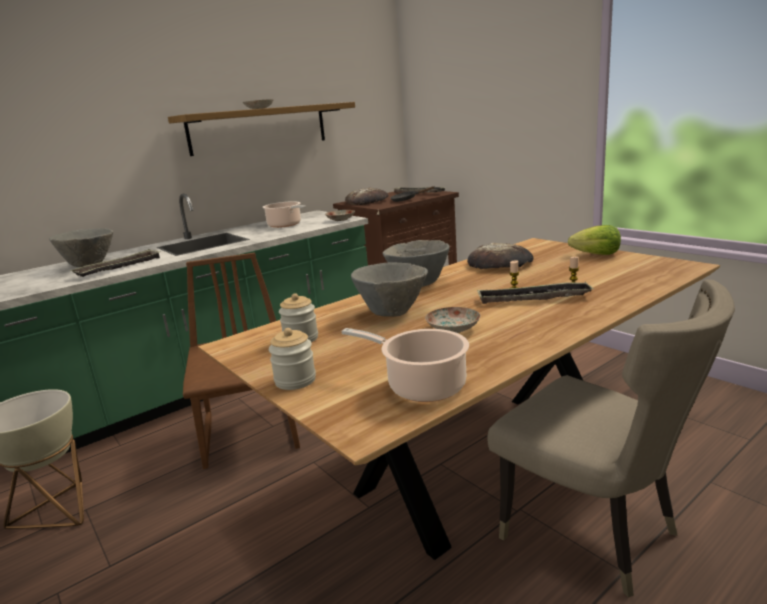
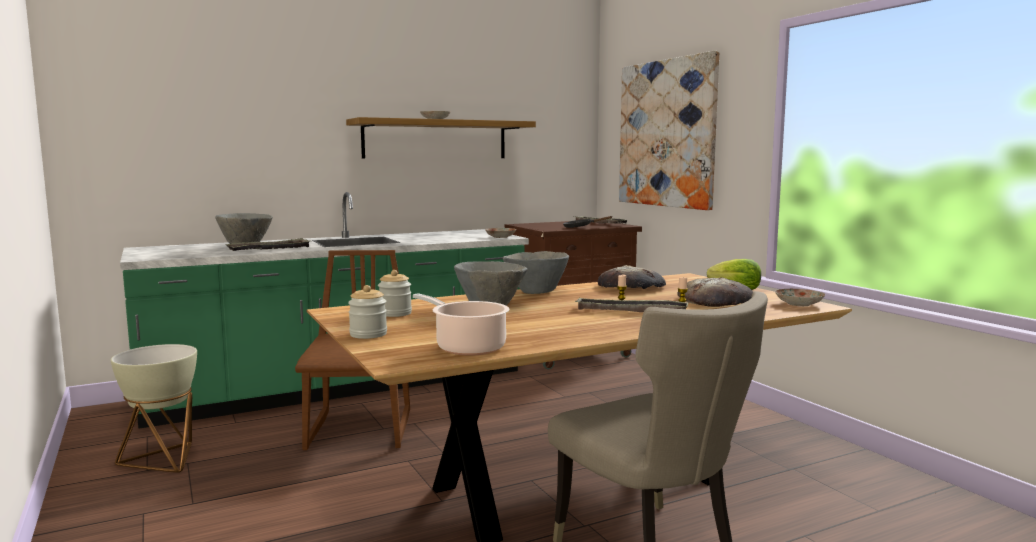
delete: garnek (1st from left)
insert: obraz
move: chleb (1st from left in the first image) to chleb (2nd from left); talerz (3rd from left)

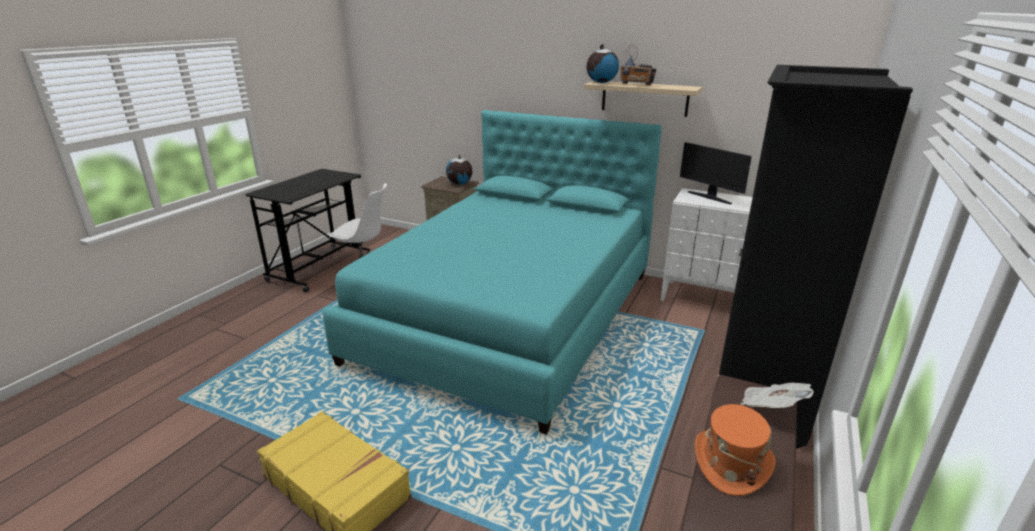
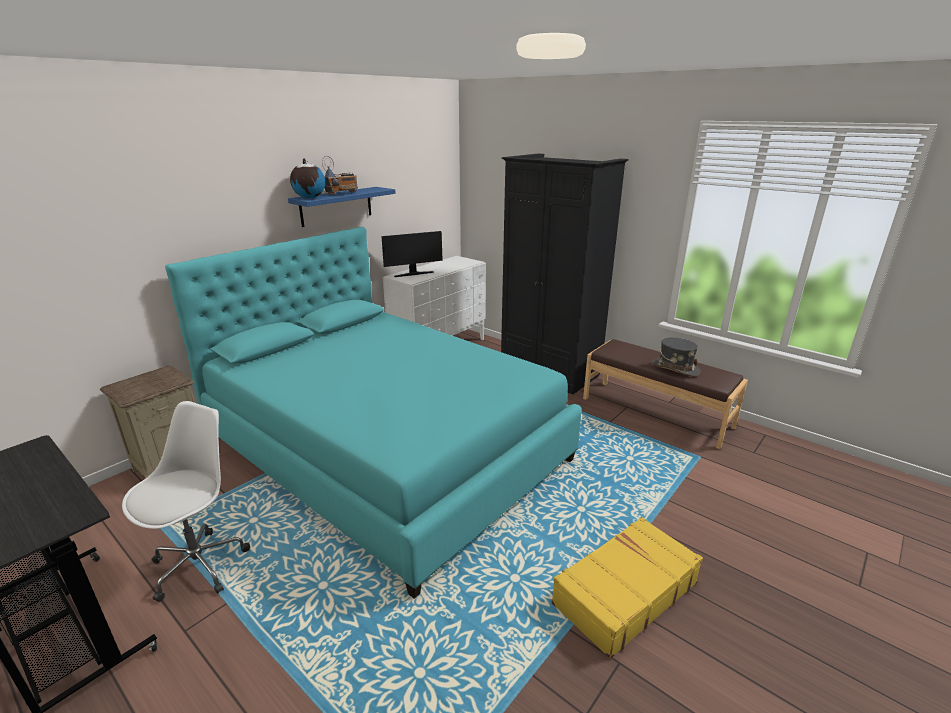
delete: globus (1st from left); gazeta
recolor: półka [beżowy] to półka [niebieski]; kapelusz [pomarańczowy] to kapelusz [szary]

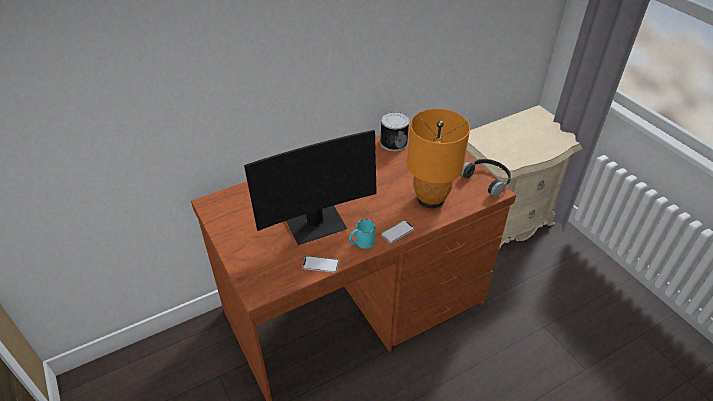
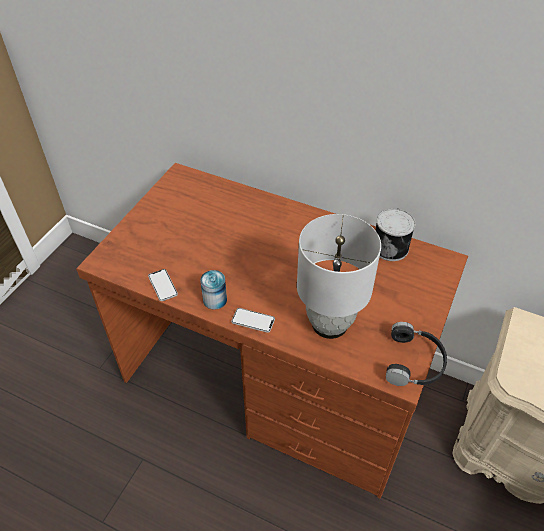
delete: monitor
replace: kubek [turkusowy] to puszka (1st from left)
recolor: lampa stołowa [pomarańczowy] to lampa stołowa [biały]

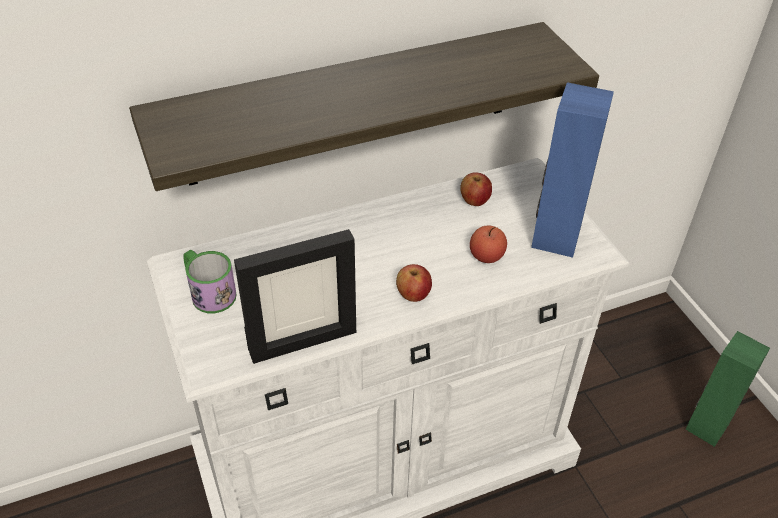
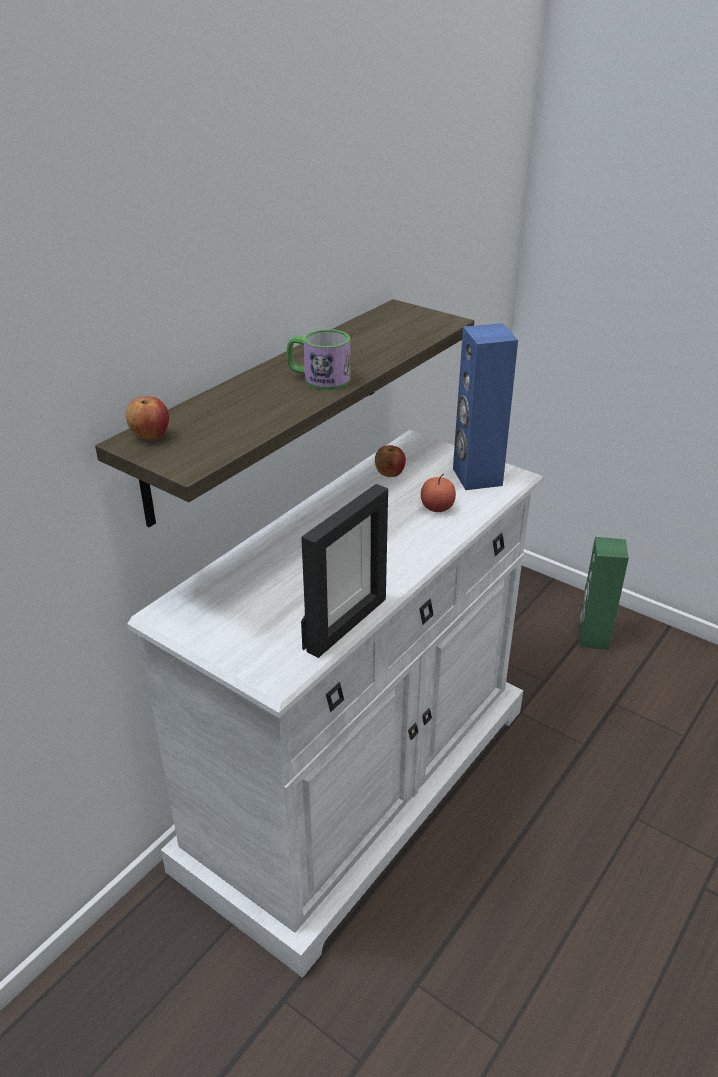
move: kubek; jabłko (1st from left)

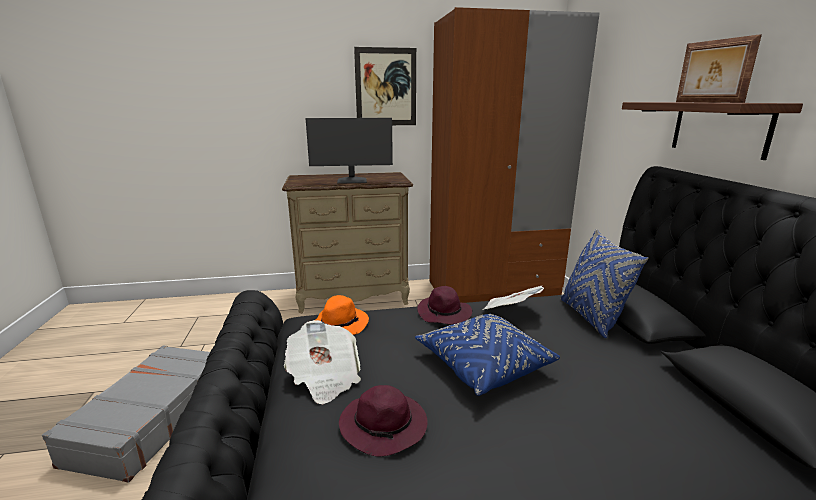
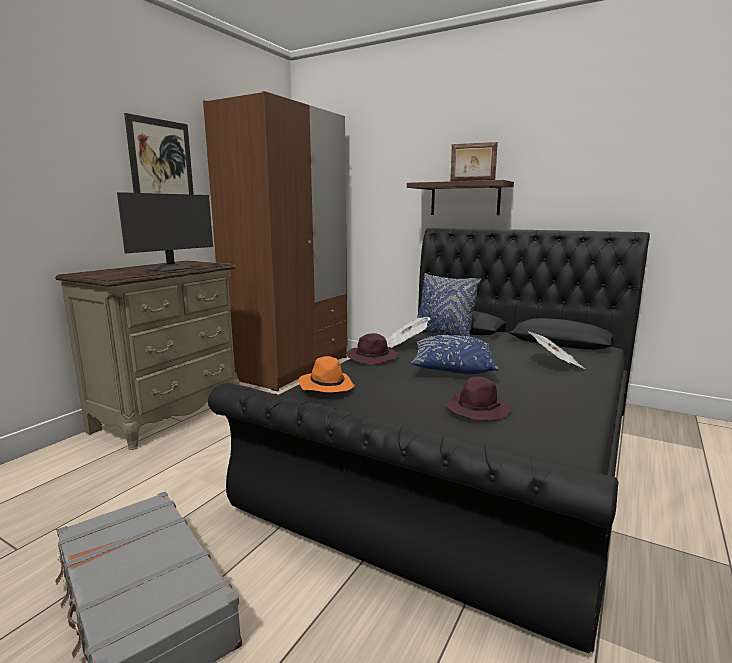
move: gazeta (1st from left in the first image) to gazeta (2nd from left)

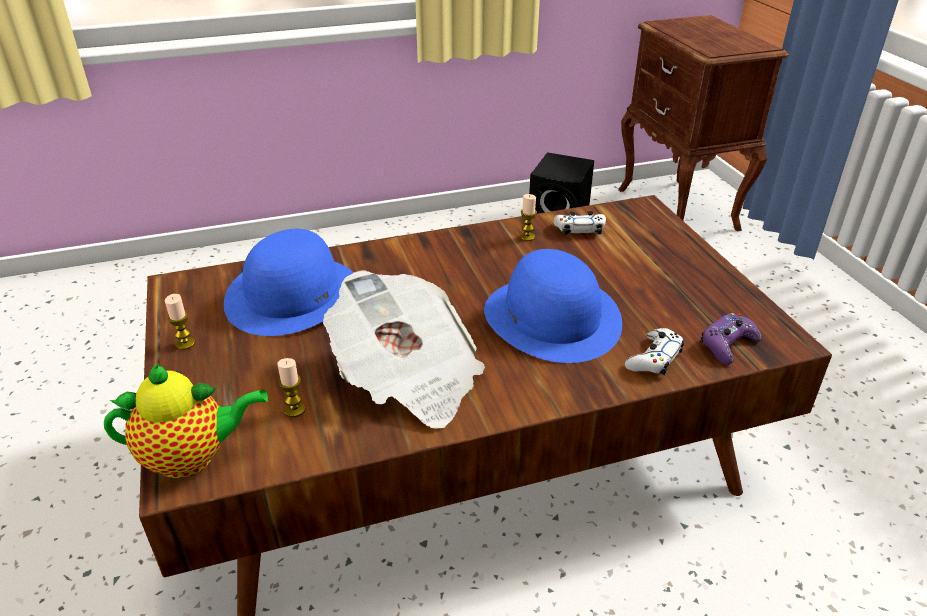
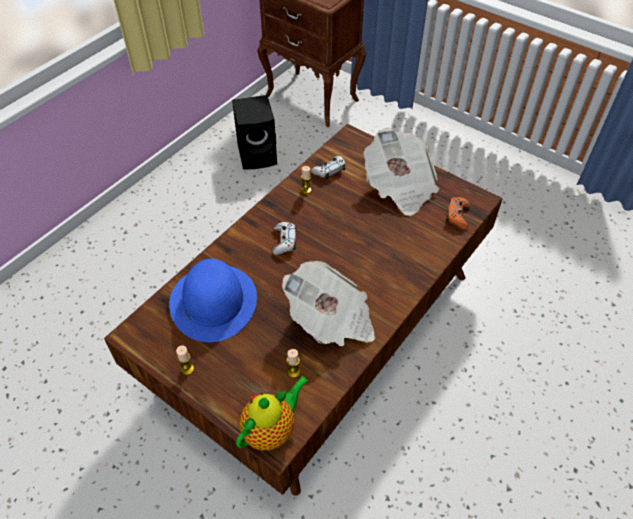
delete: kapelusz [niebieski] (2nd from left)
insert: gazeta (2nd from left)
move: pad do gier [biały] (2nd from left in the first image) to pad do gier [biały] (1st from left)
recolor: pad do gier [fioletowy] to pad do gier [pomarańczowy]

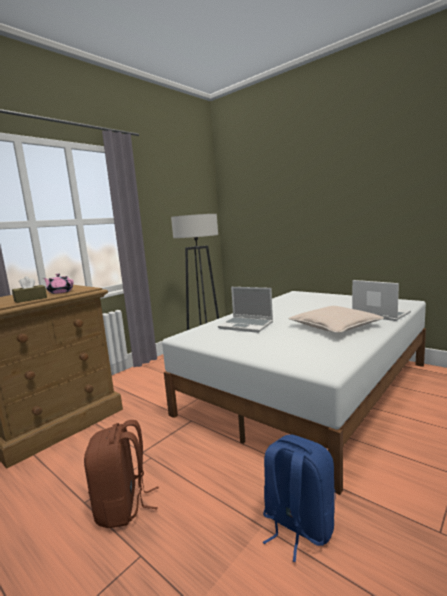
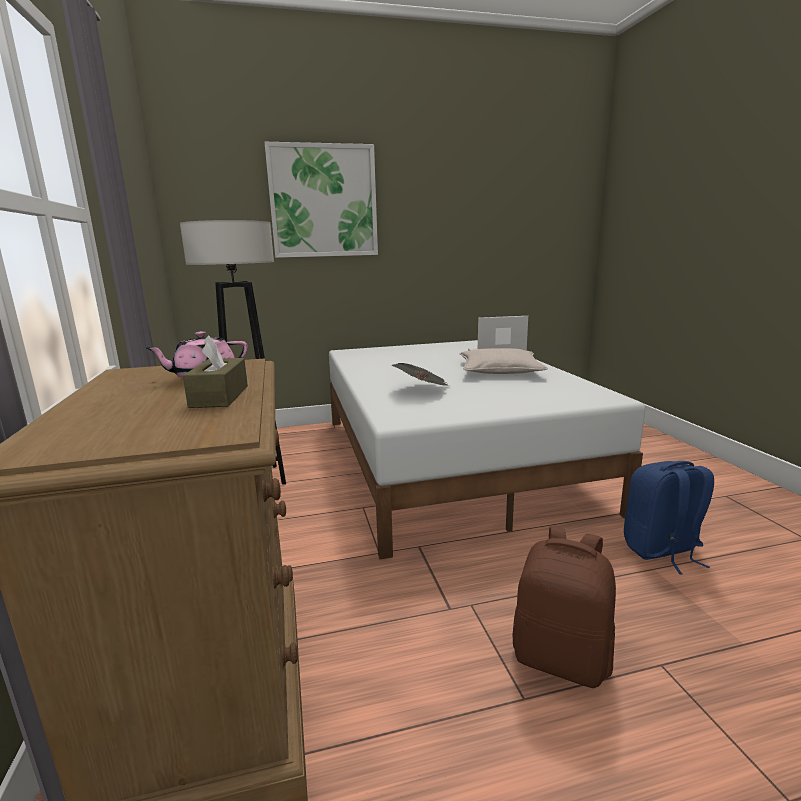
insert: obraz
replace: laptop (1st from left) to gazeta

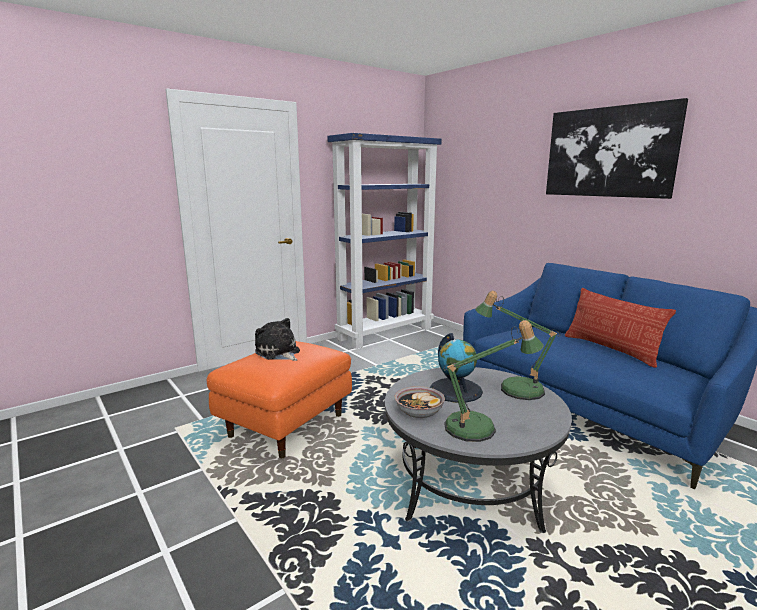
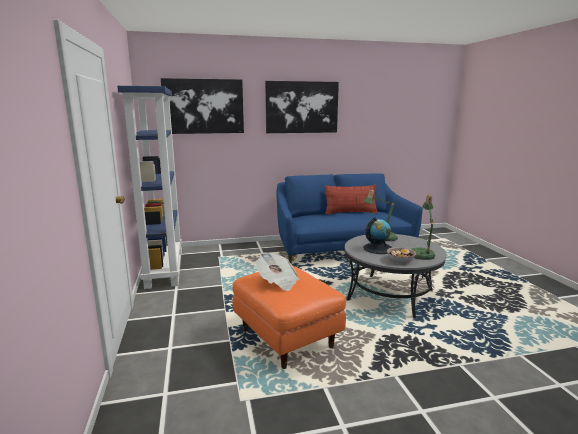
insert: obraz (1st from left)
replace: pluszak to gazeta

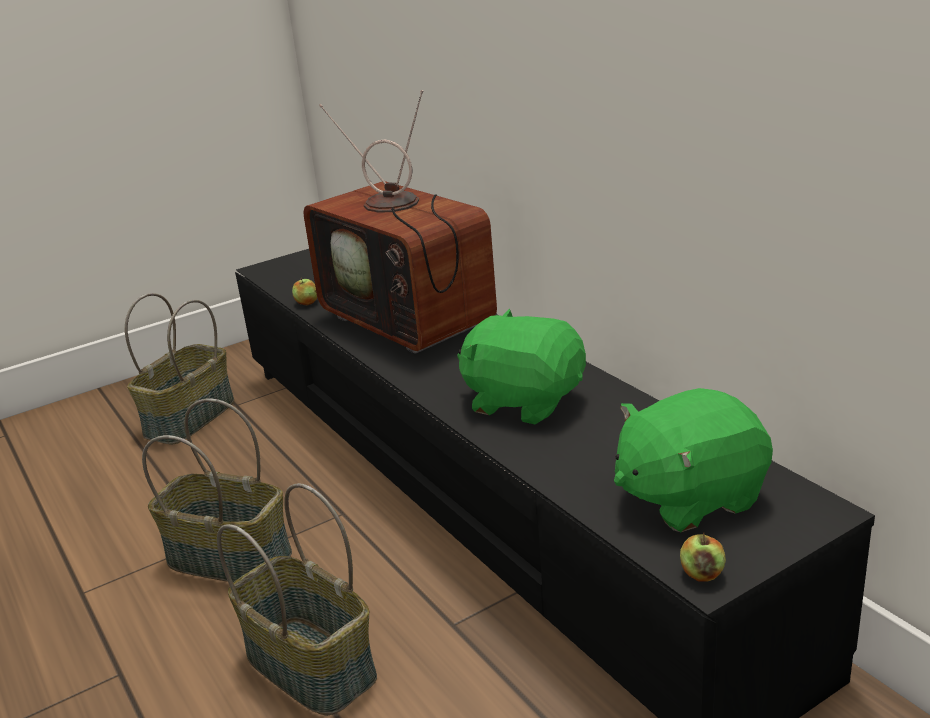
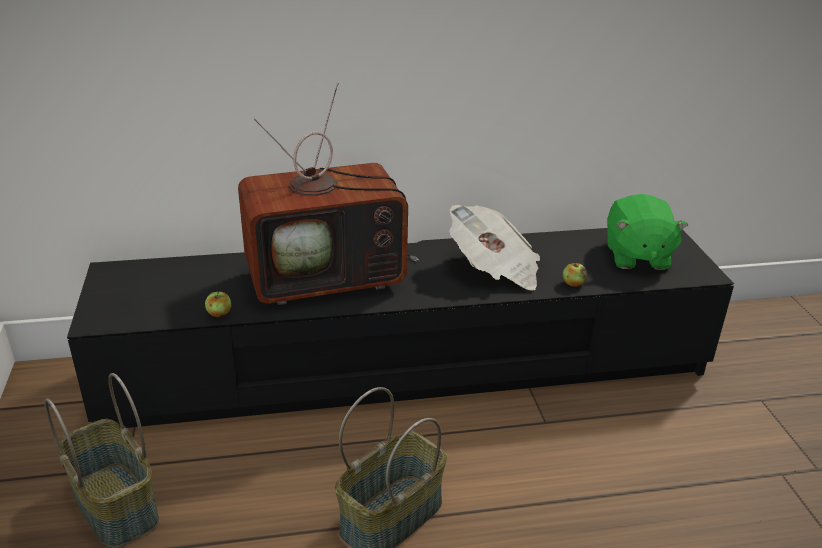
delete: koszyk (3rd from left)
move: jabłko (2nd from left)
replace: pluszak [zielony] (1st from left) to gazeta

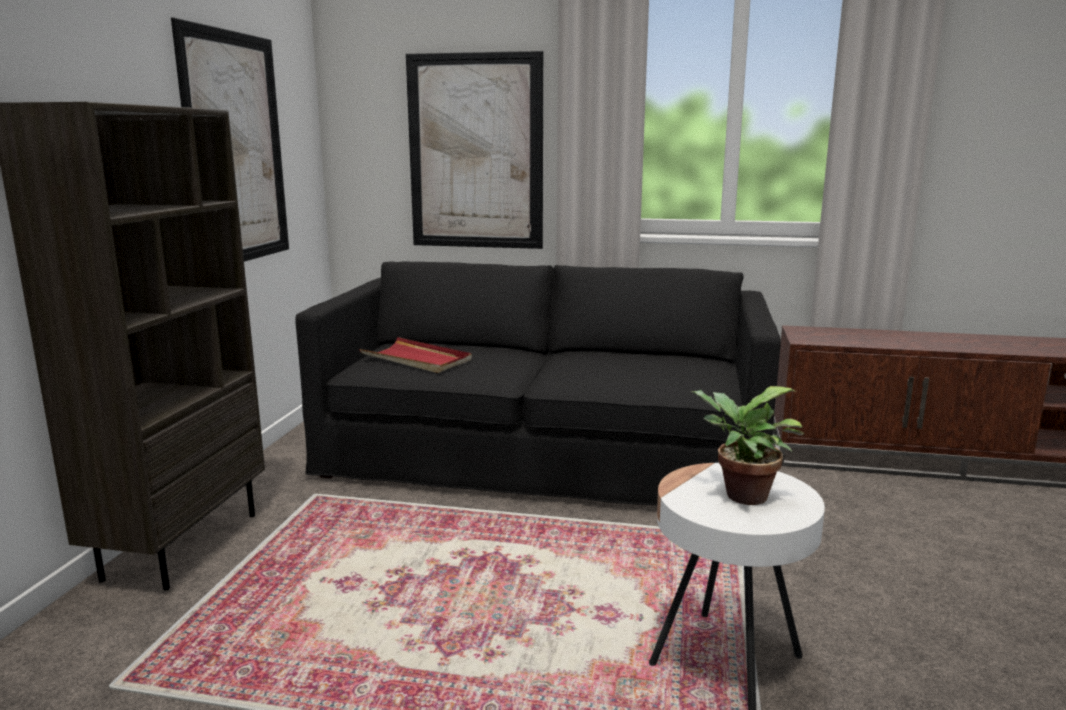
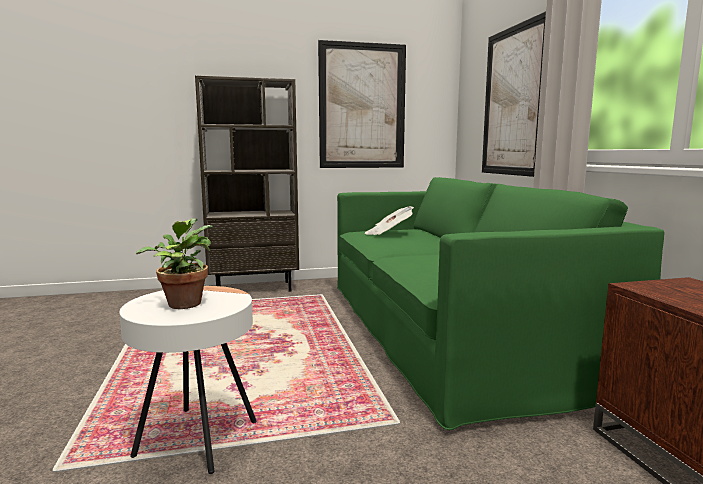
replace: taca [czerwony] to gazeta
recolor: kanapa [czarny] to kanapa [zielony]

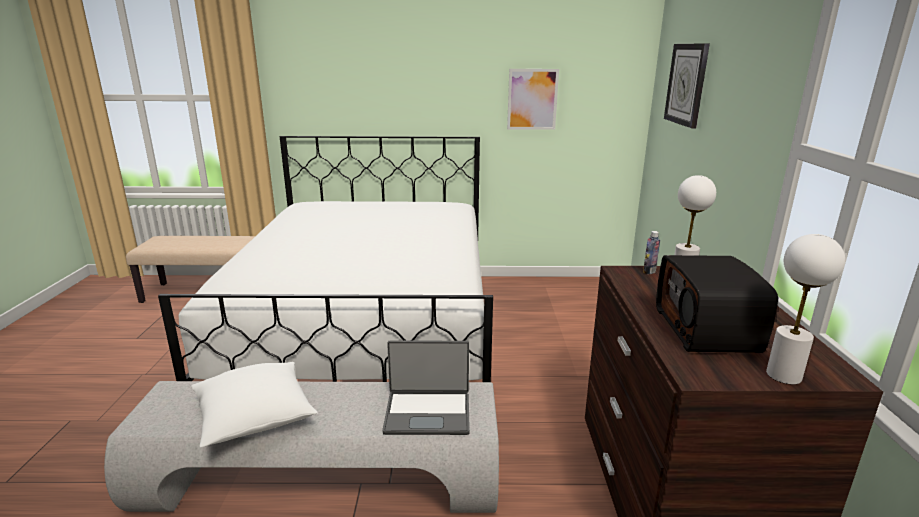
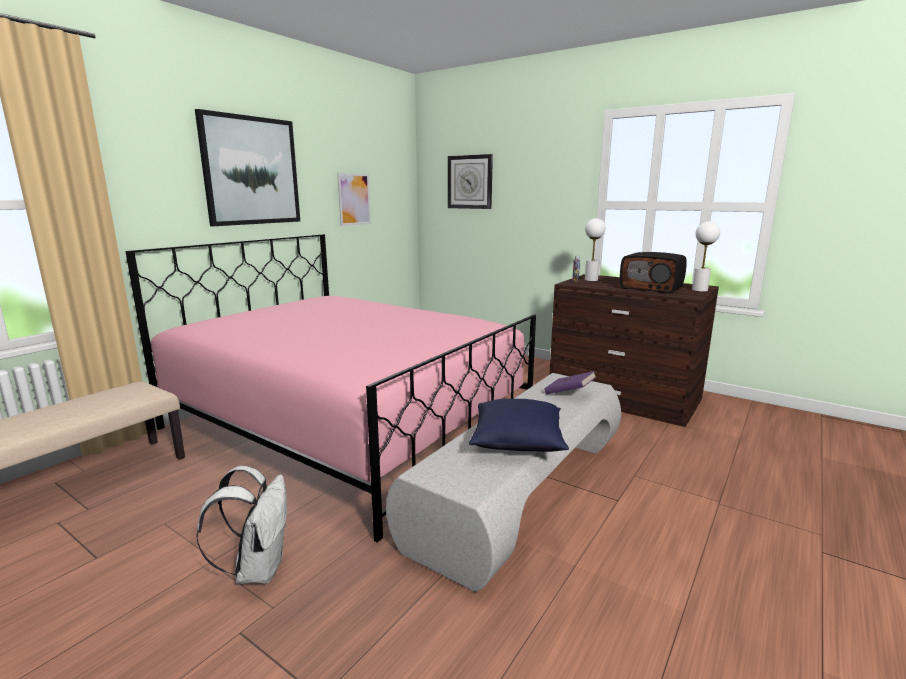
insert: obraz (1st from left); plecak [biały]
replace: laptop to książka [fioletowy]
recolor: łóżko [biały] to łóżko [różowy]; poduszka [biały] to poduszka [niebieski]

